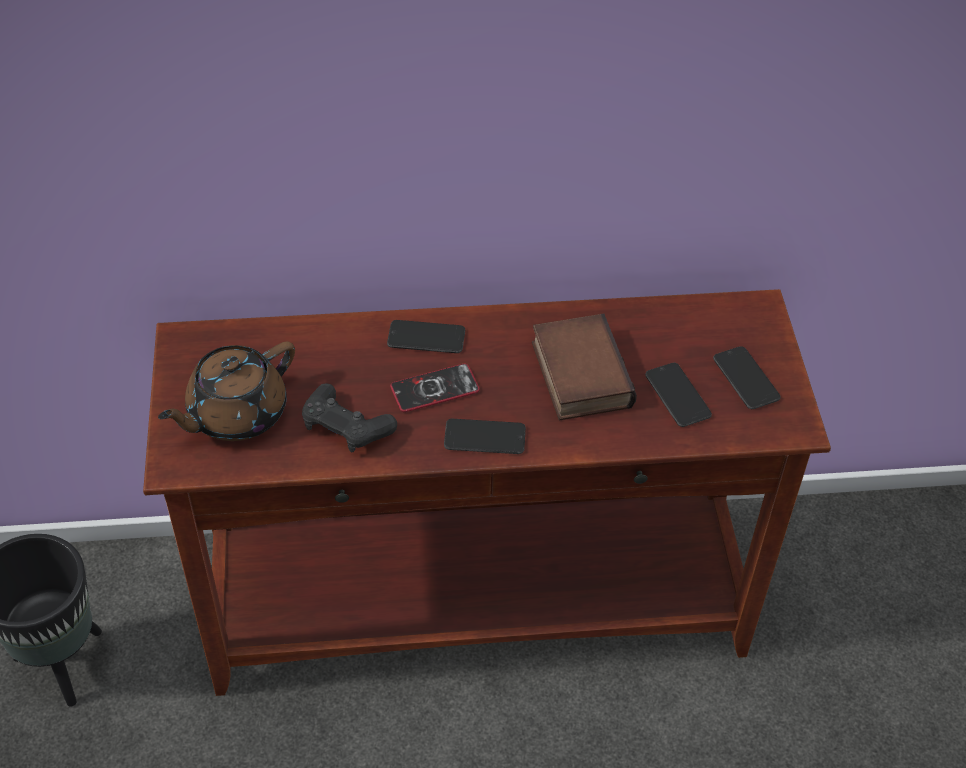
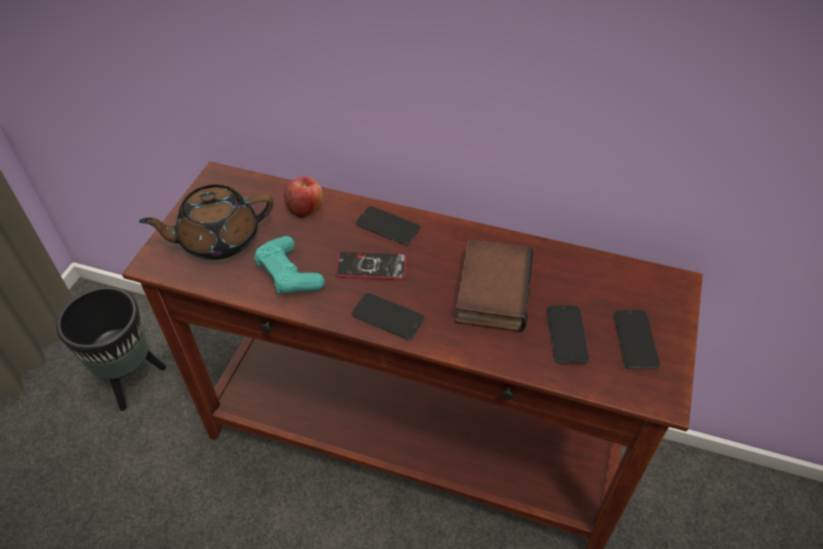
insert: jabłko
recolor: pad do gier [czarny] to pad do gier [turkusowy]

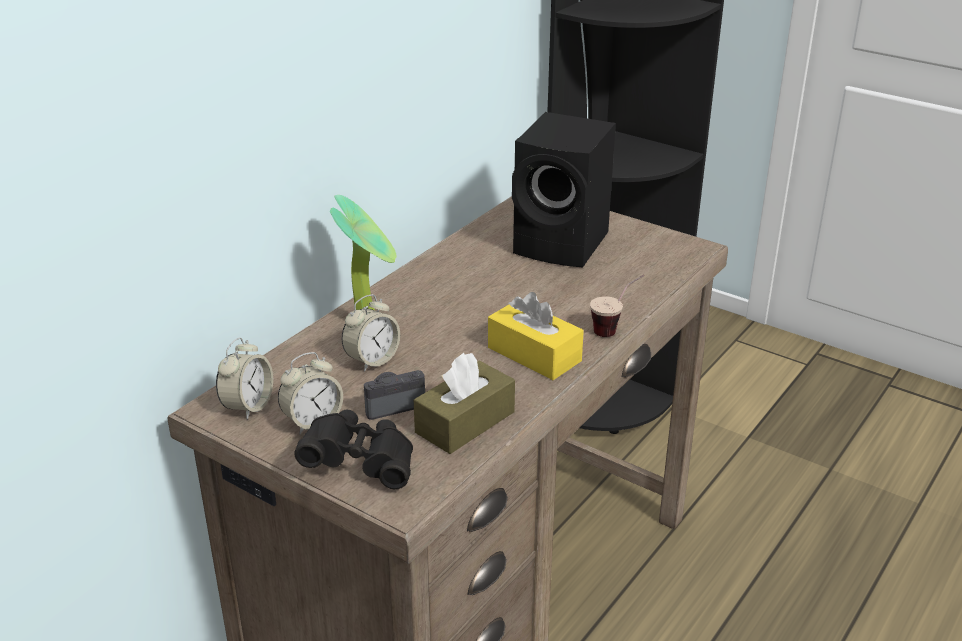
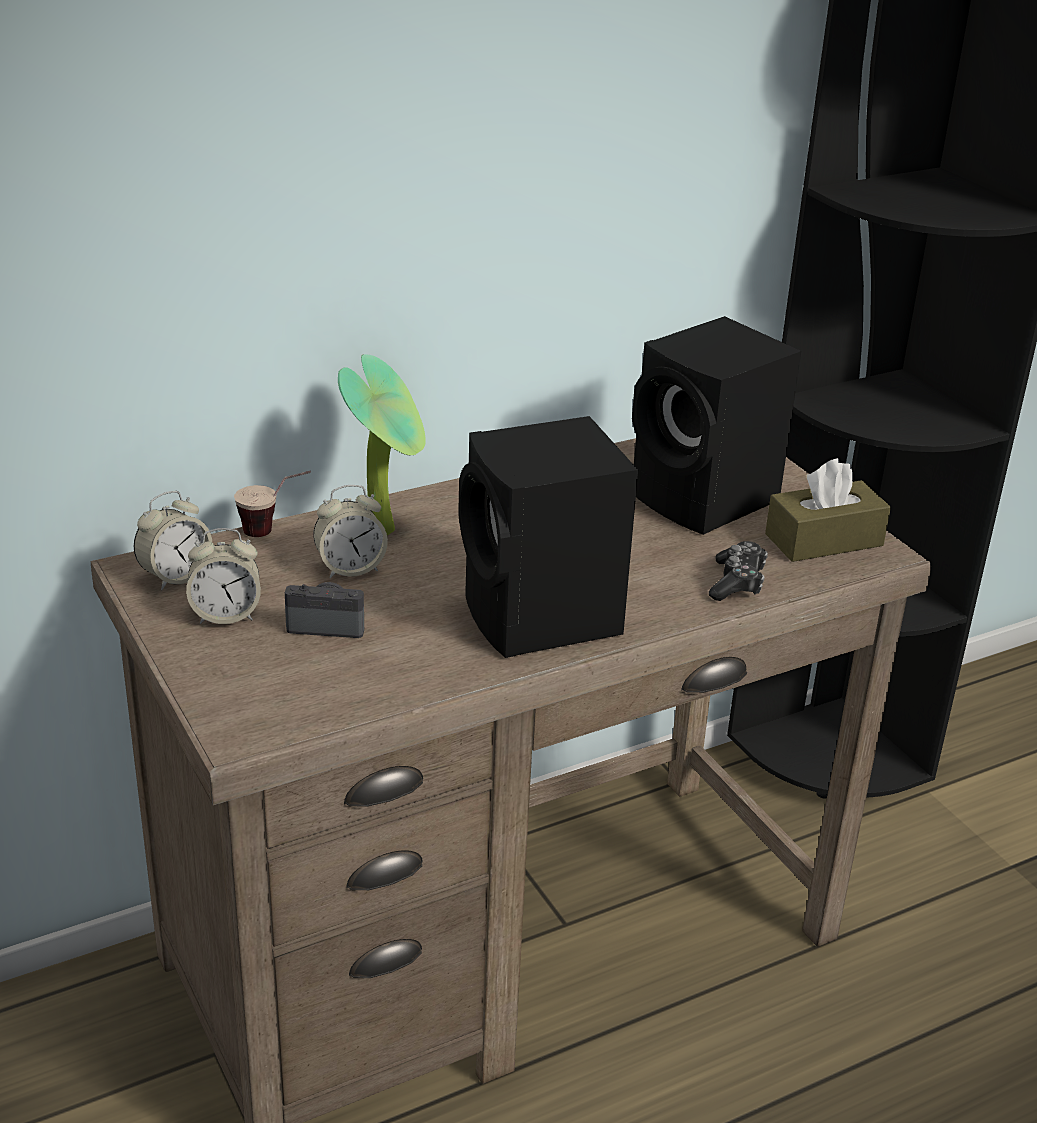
delete: lornetka [czarny]
insert: pad do gier
move: pudełko chusteczek [brązowy]; filiżanka
replace: pudełko chusteczek [żółty] to głośnik [czarny] (1st from left)

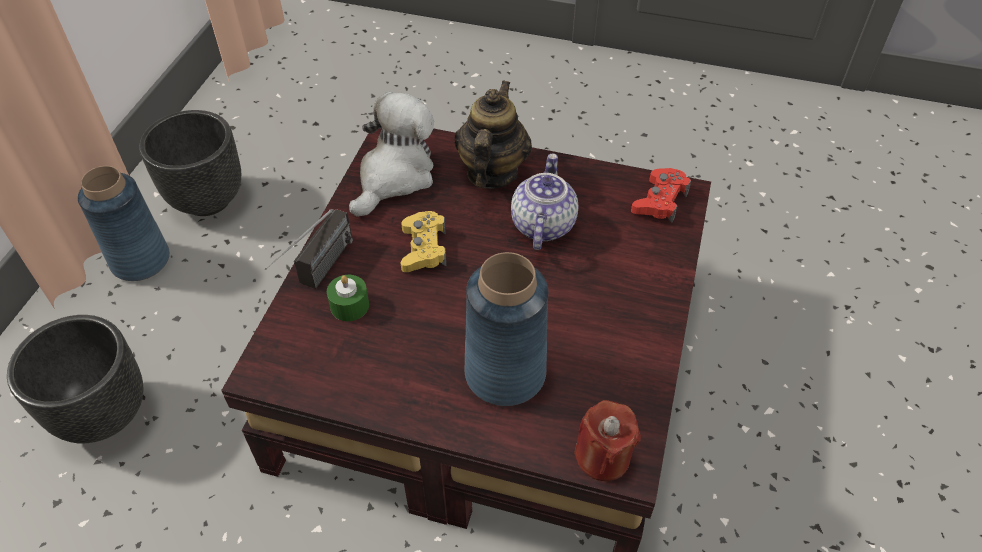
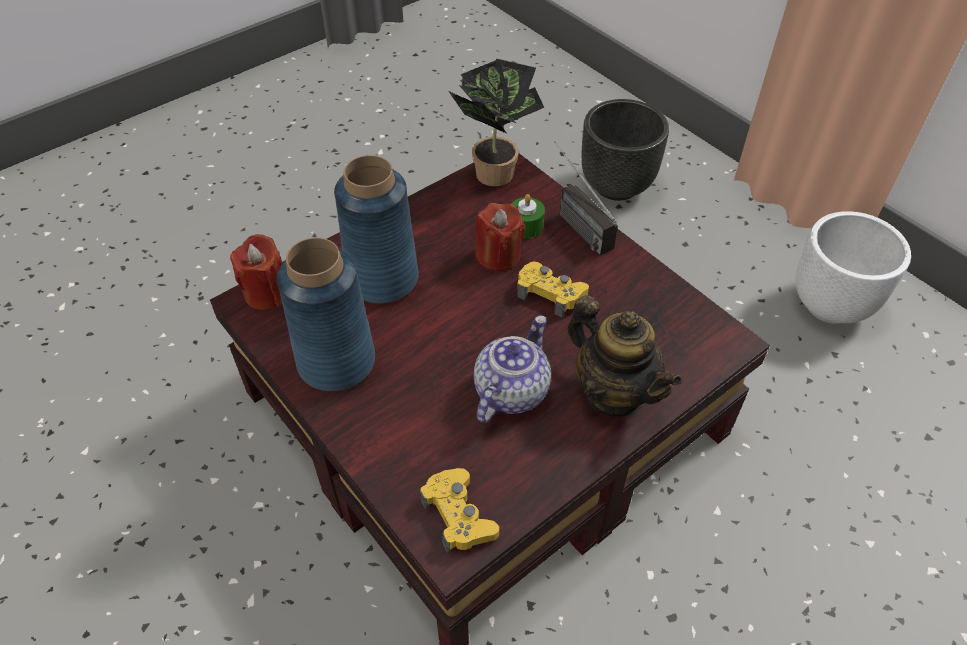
delete: pluszak
insert: roślina doniczkowa; świeca [czerwony] (2nd from left)
move: wazon [niebieski] (1st from left)
recolor: donica [czarny] (2nd from left) to donica [biały]; pad do gier [czerwony] to pad do gier [żółty] (1st from left)
rotate: imbryk (2nd from left in the first image) 105 degrees counterclockwise

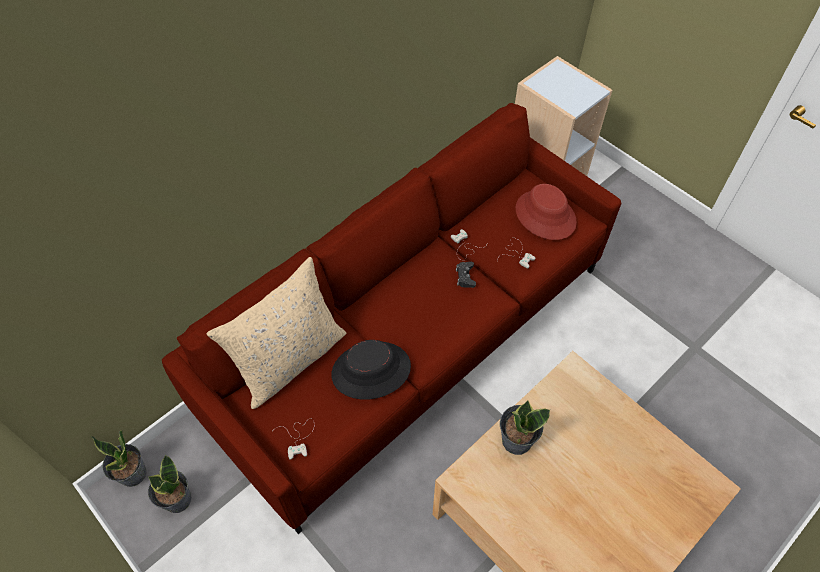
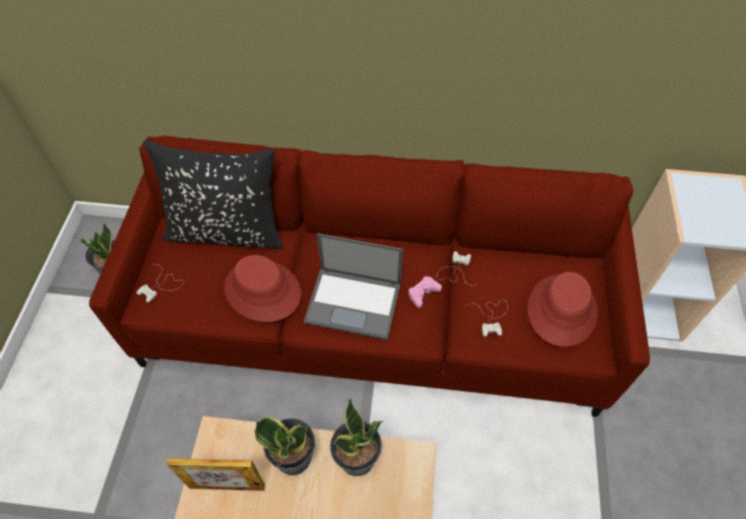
insert: ramka na zdjęcie; laptop
move: roślina doniczkowa (1st from left in the first image) to roślina doniczkowa (3rd from left)
recolor: poduszka [beżowy] to poduszka [czarny]; kapelusz [czarny] to kapelusz [czerwony] (1st from left); pad do gier [czarny] to pad do gier [różowy]

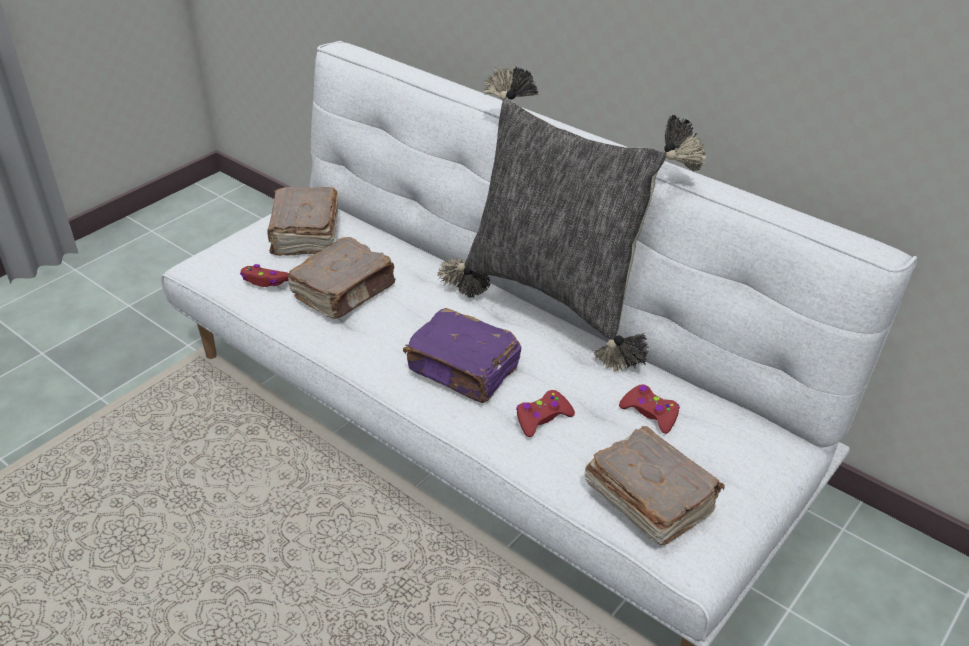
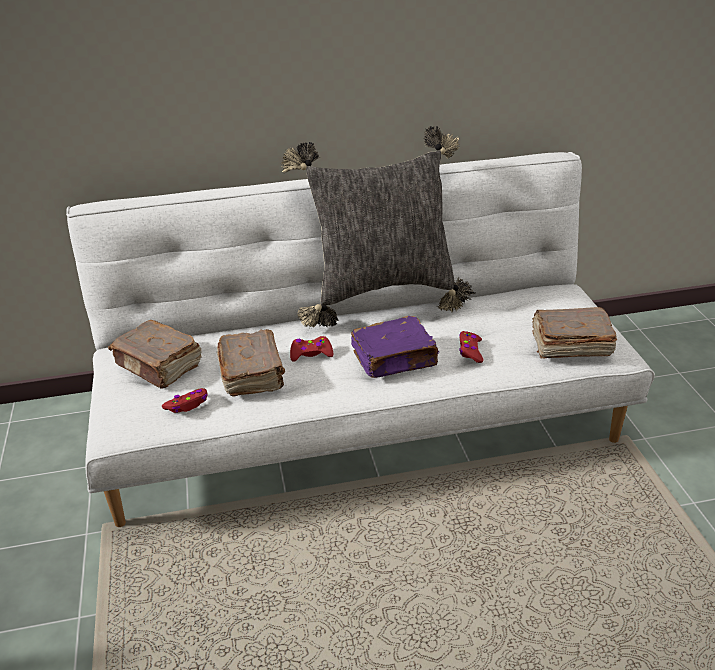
move: pad do gier [czerwony] (3rd from left in the first image) to pad do gier [czerwony] (2nd from left)

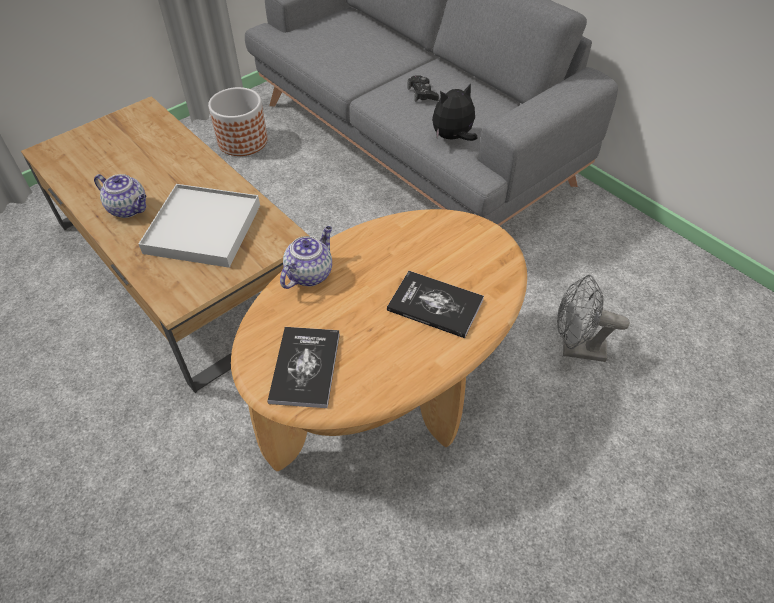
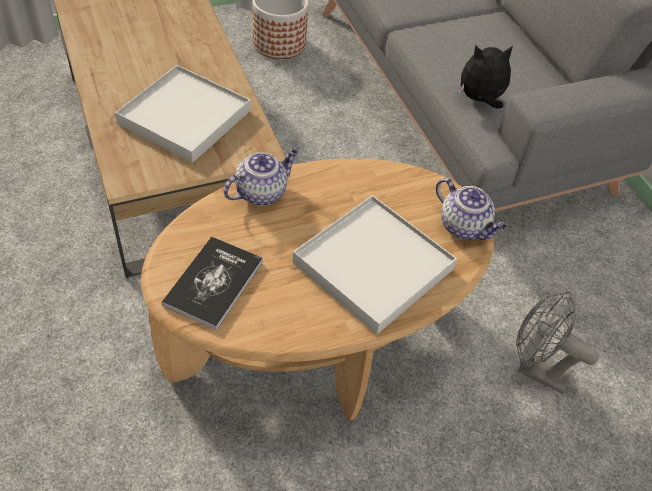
delete: pad do gier [czarny]
move: imbryk (1st from left in the first image) to imbryk (2nd from left)
replace: książka (2nd from left) to taca [biały] (2nd from left)

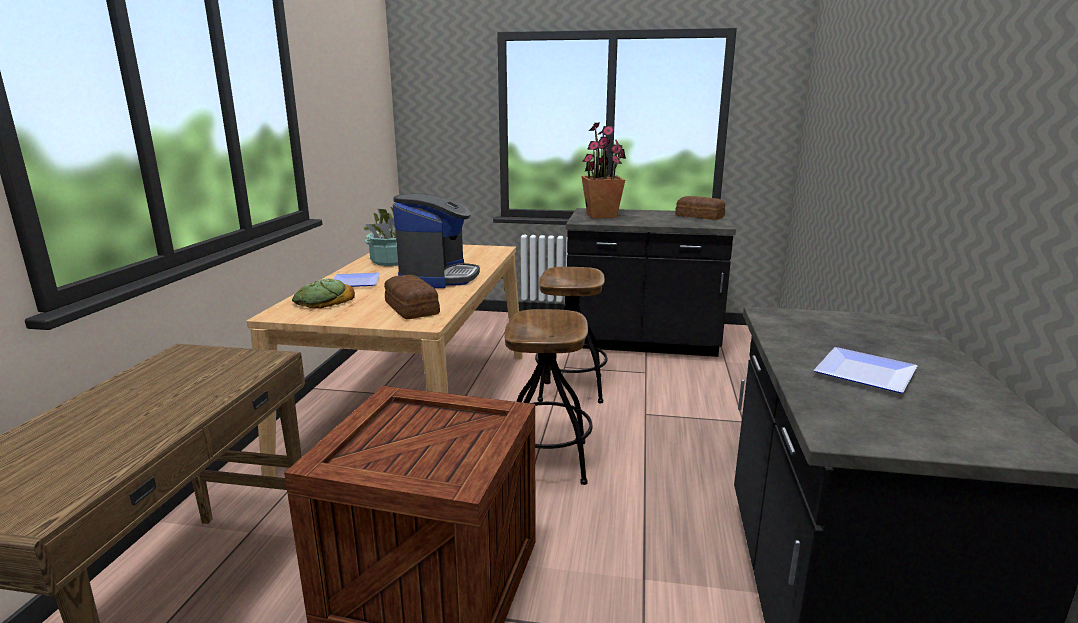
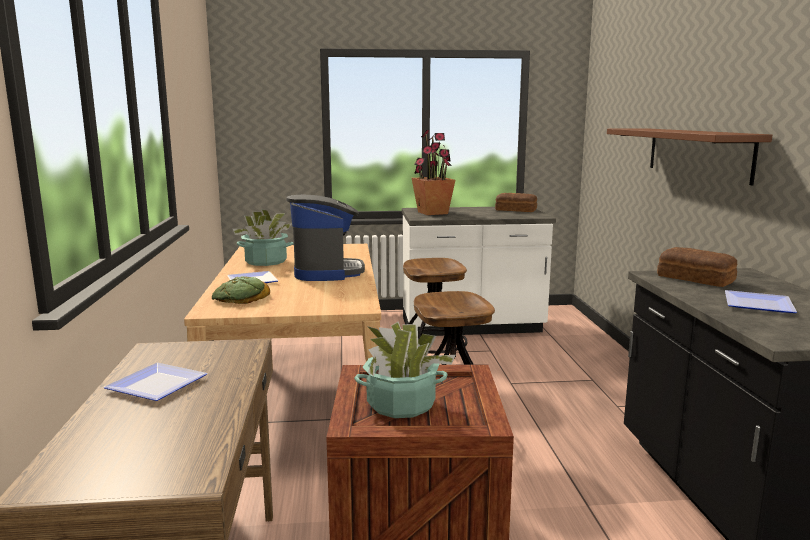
insert: talerz (1st from left); roślina doniczkowa (2nd from left); półka [brązowy]
move: chleb (2nd from left in the first image) to chleb (3rd from left)
recolor: zabudowa kuchenna [czarny] (1st from left) to zabudowa kuchenna [biały]

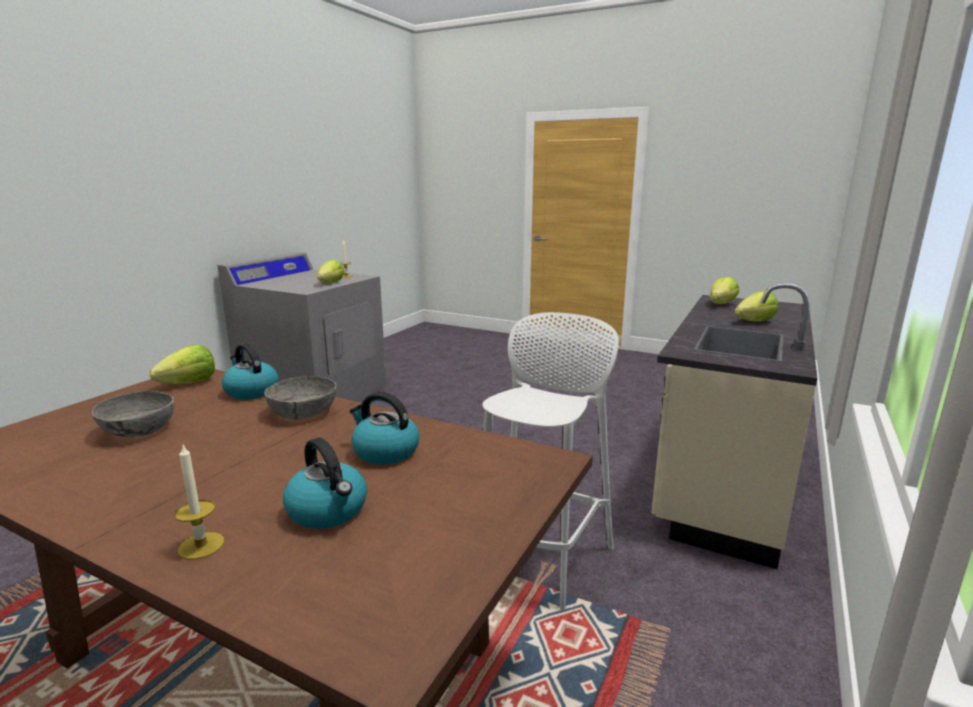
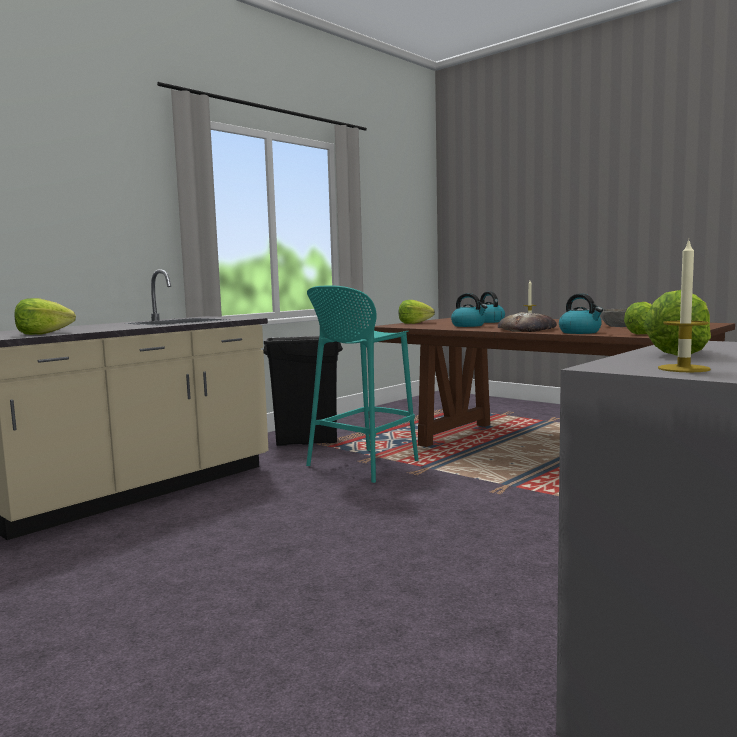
insert: kosz na śmieci [czarny]
move: sałata (4th from left in the first image) to sałata (2nd from left)
replace: miska [szary] (2nd from left) to chleb
recolor: stołek [biały] to stołek [turkusowy]

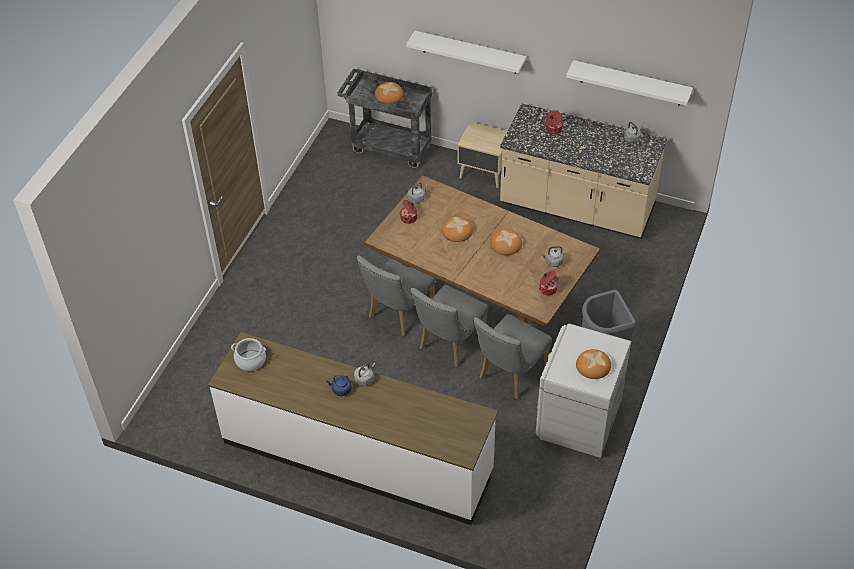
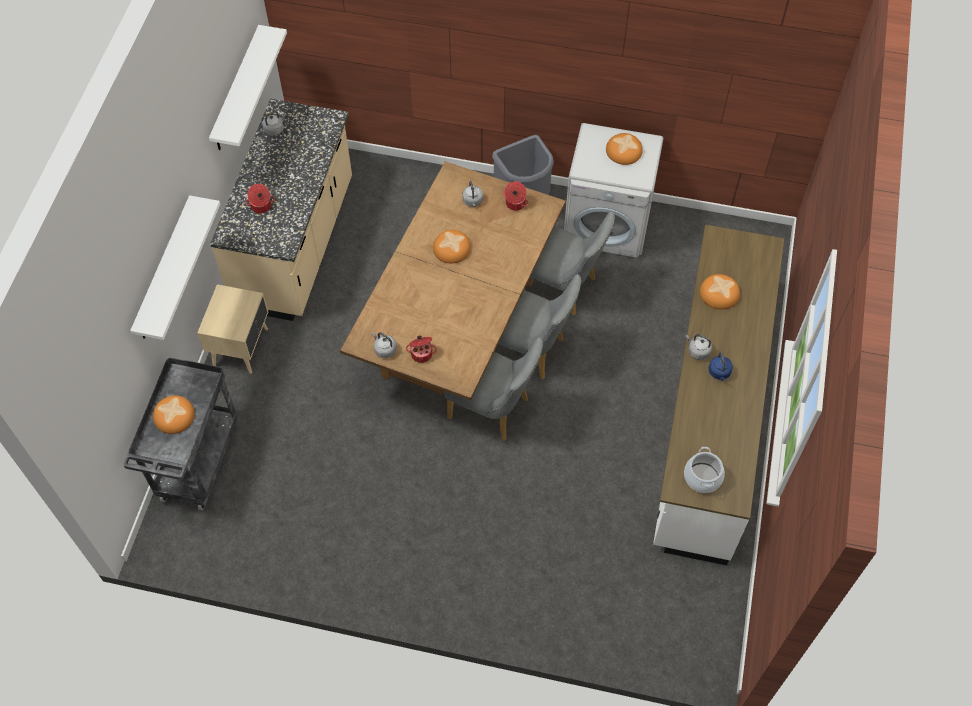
move: chleb (2nd from left in the first image) to chleb (4th from left)

